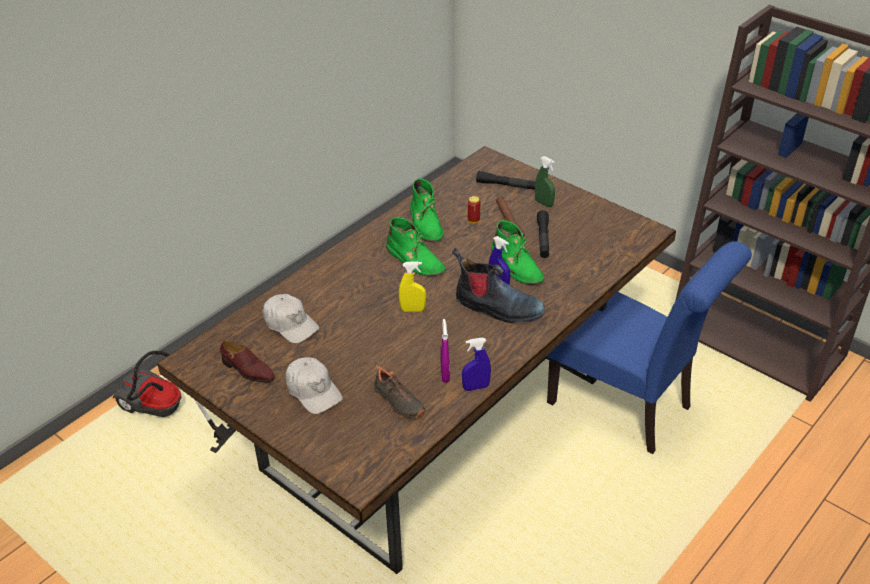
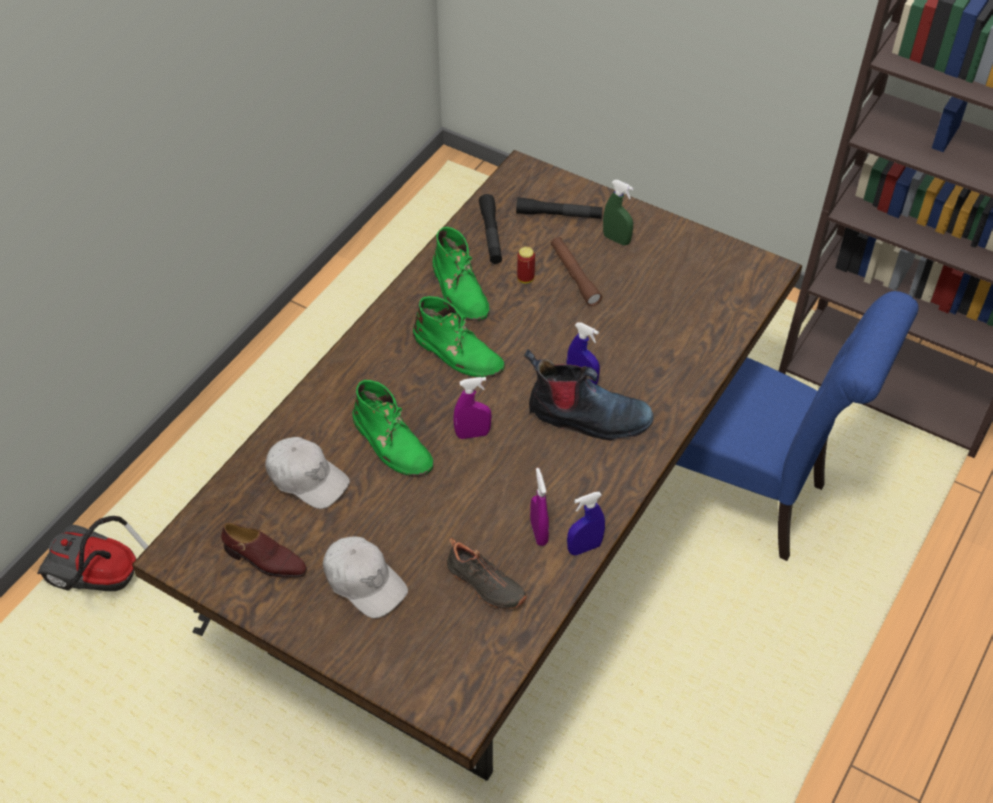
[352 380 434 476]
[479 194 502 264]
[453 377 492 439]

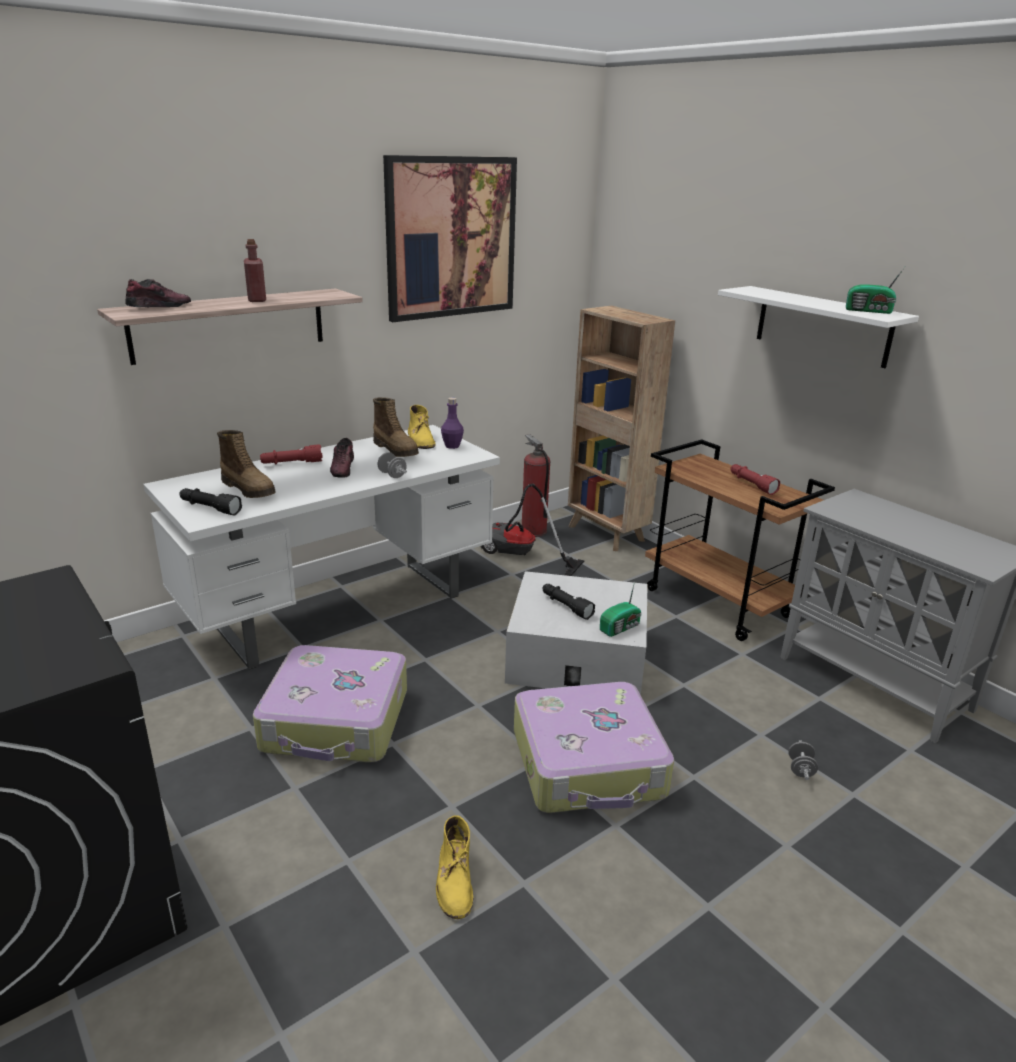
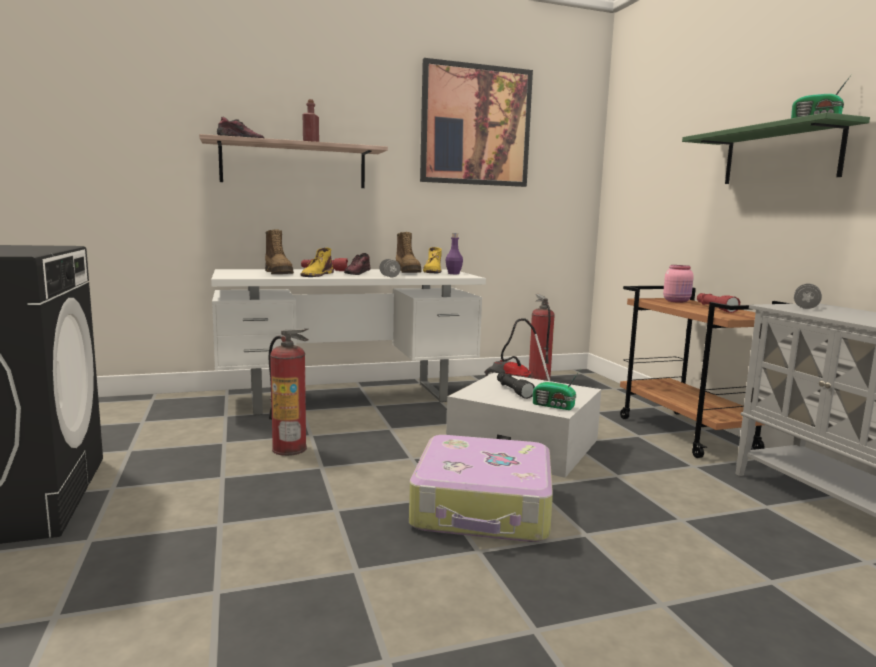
[179 488 242 515] (first image)
[568 306 675 551] (first image)
[663 265 694 303]
[300 248 334 277]
[794 284 822 309]
[269 329 308 456]
[682 112 870 184]
[533 369 581 410]

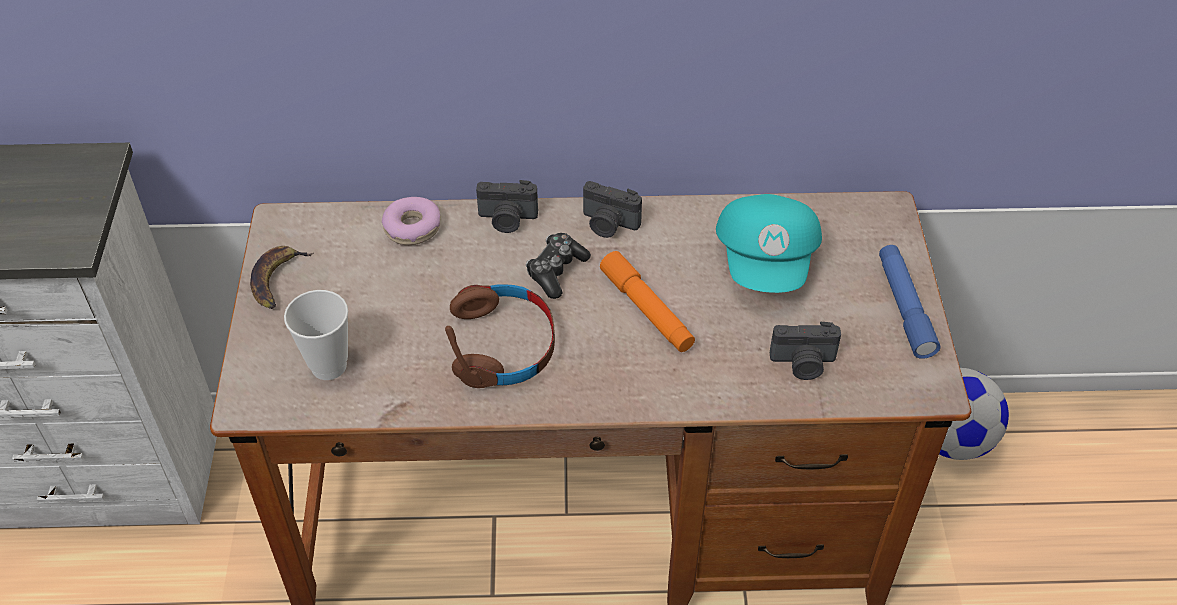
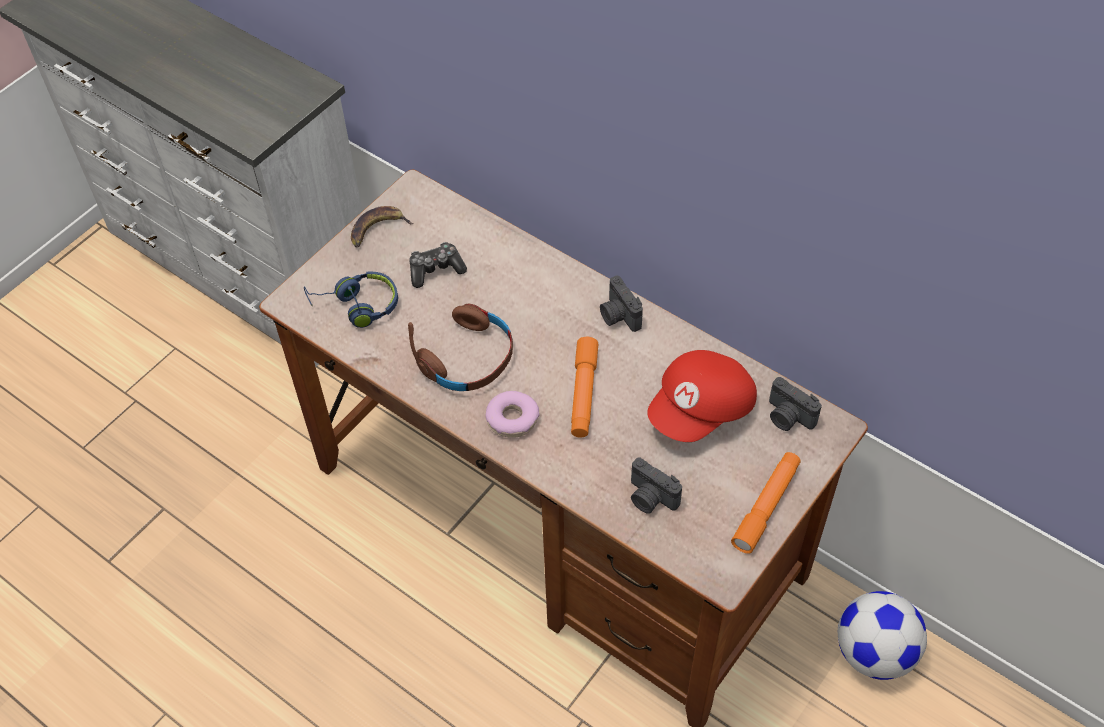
[485 391 539 438]
[769 377 822 431]
[409 242 467 288]
[304 272 398 328]
[647 350 757 442]
[731 452 801 554]

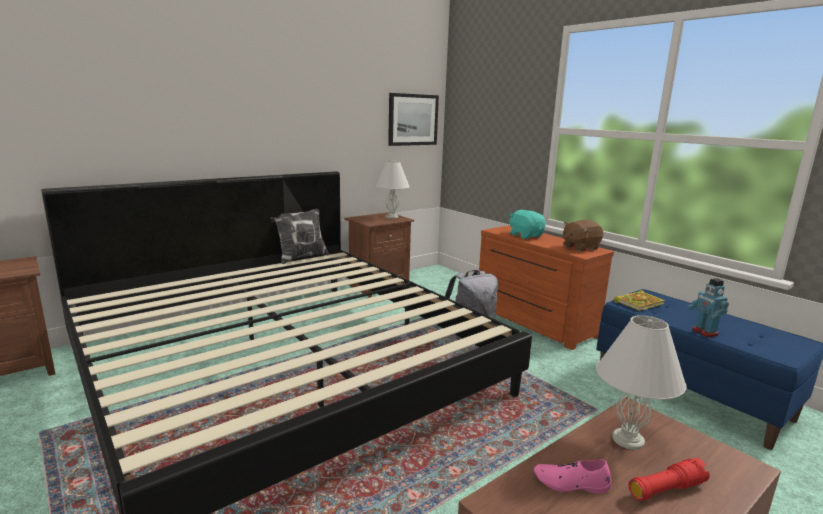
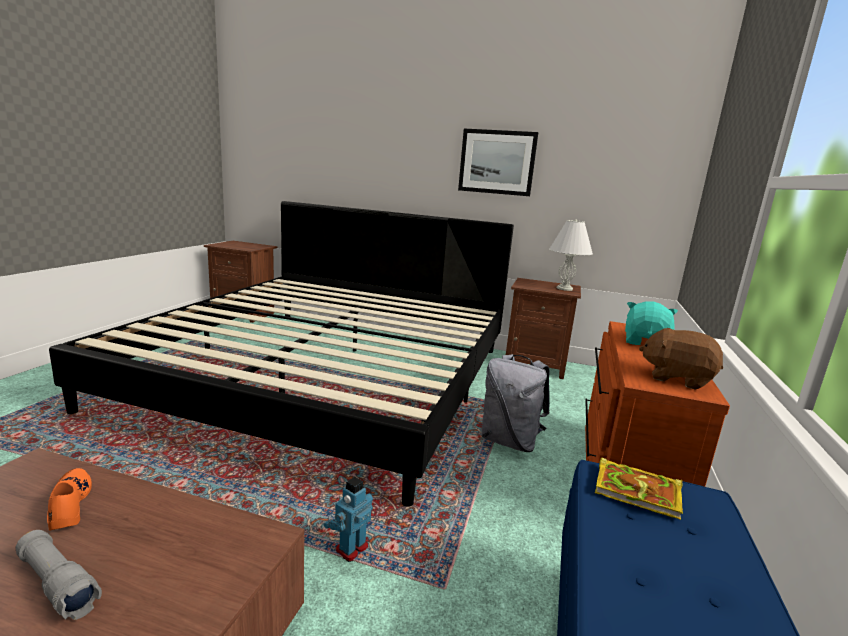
[270 209 329 264] (first image)
[596 315 687 450] (first image)
[458 129 538 196]
[324 477 373 562]
[47 468 92 531]
[15 530 102 620]

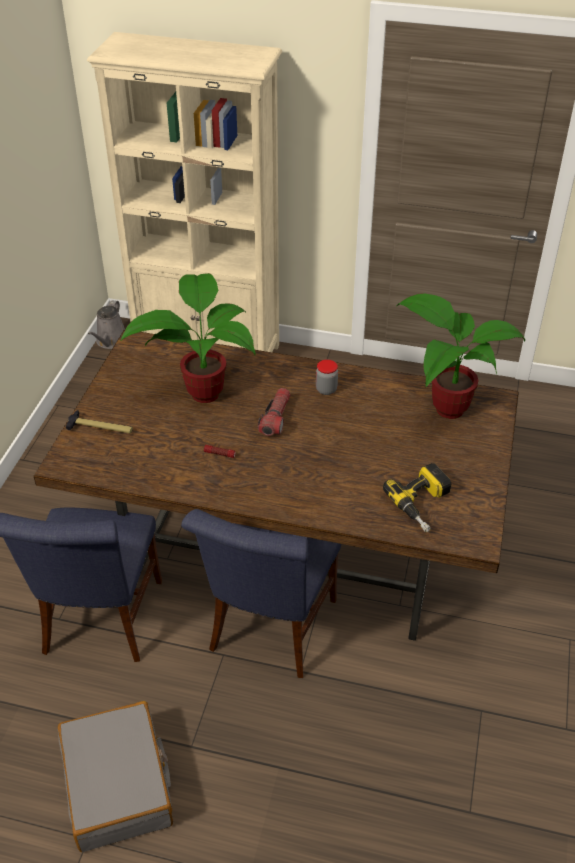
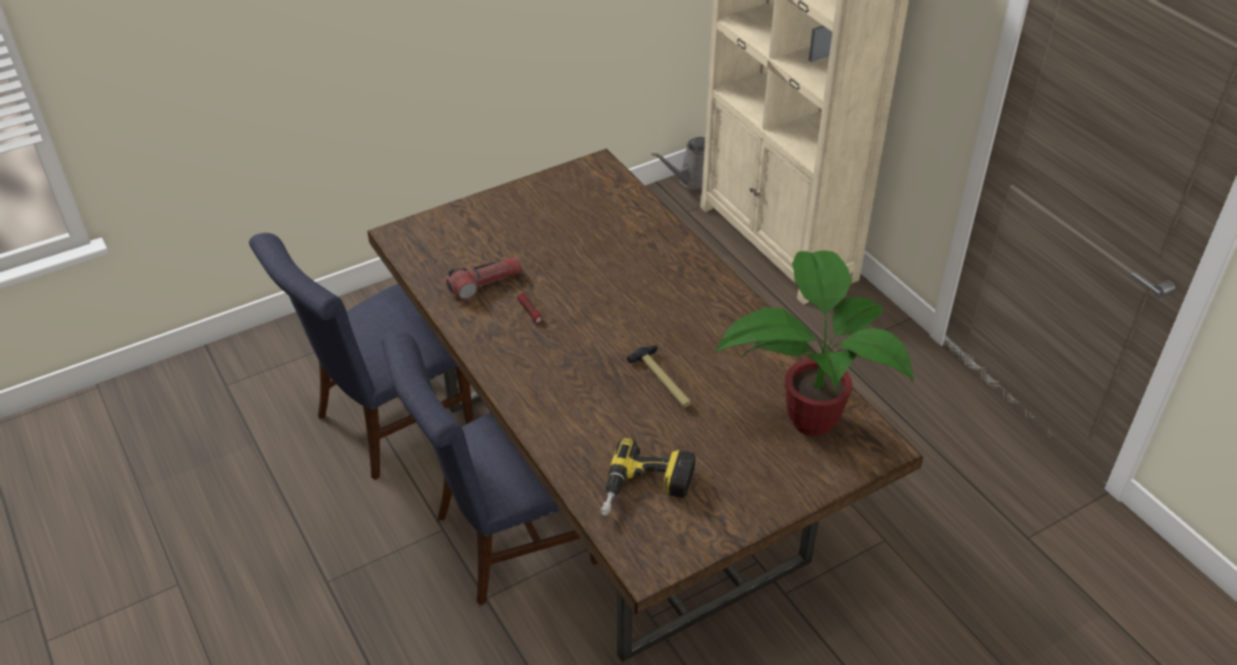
[58 701 173 852] (first image)
[121 273 256 403] (first image)
[316 360 338 395] (first image)
[627 346 692 408]
[446 257 522 300]

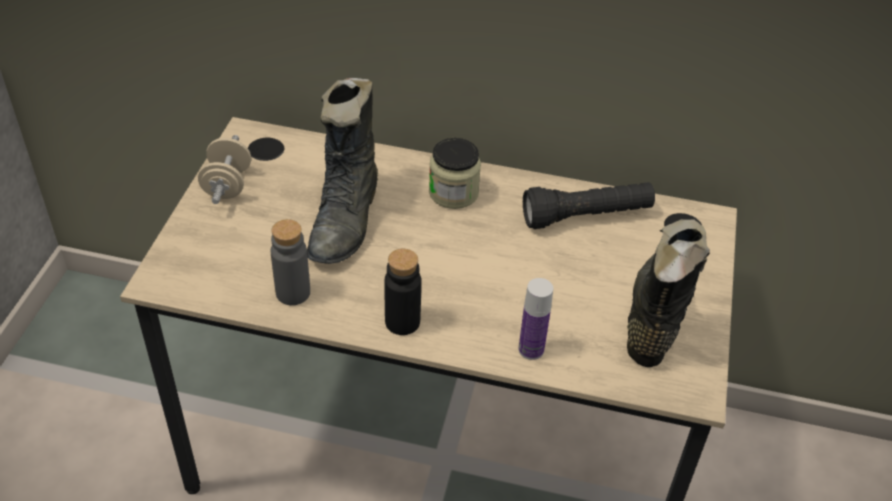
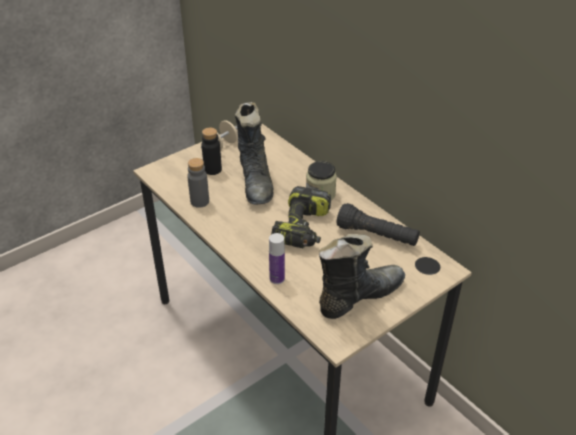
[271 186 331 248]
[201 127 222 175]
[235 102 273 204]

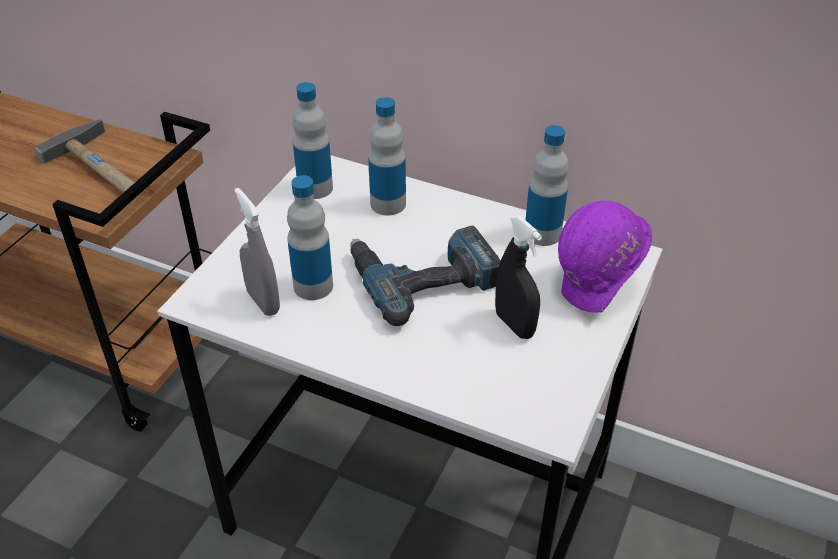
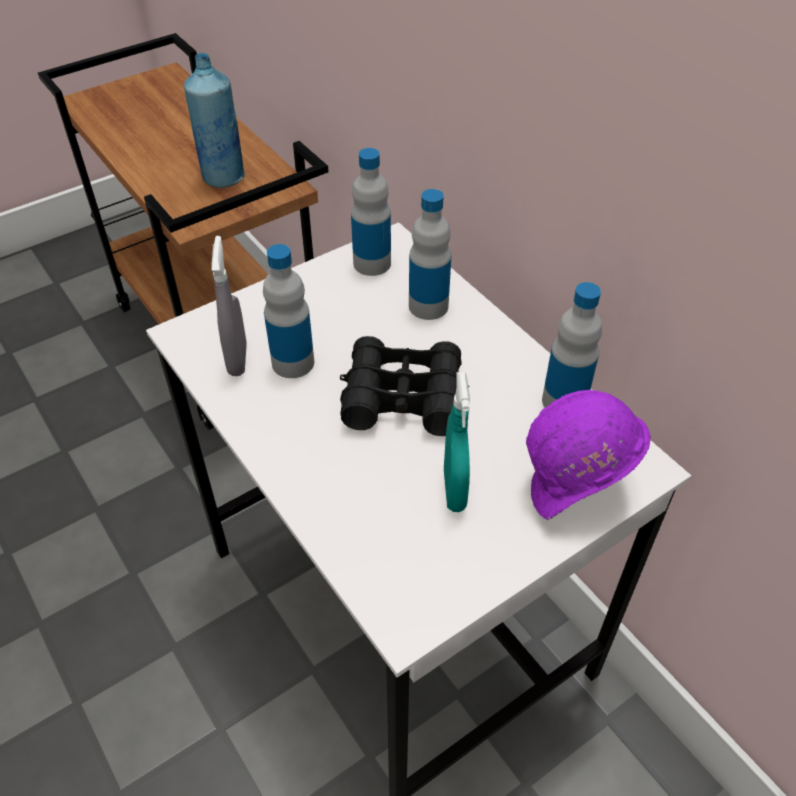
[184 53 245 188]
[340 336 469 436]
[444 372 470 512]

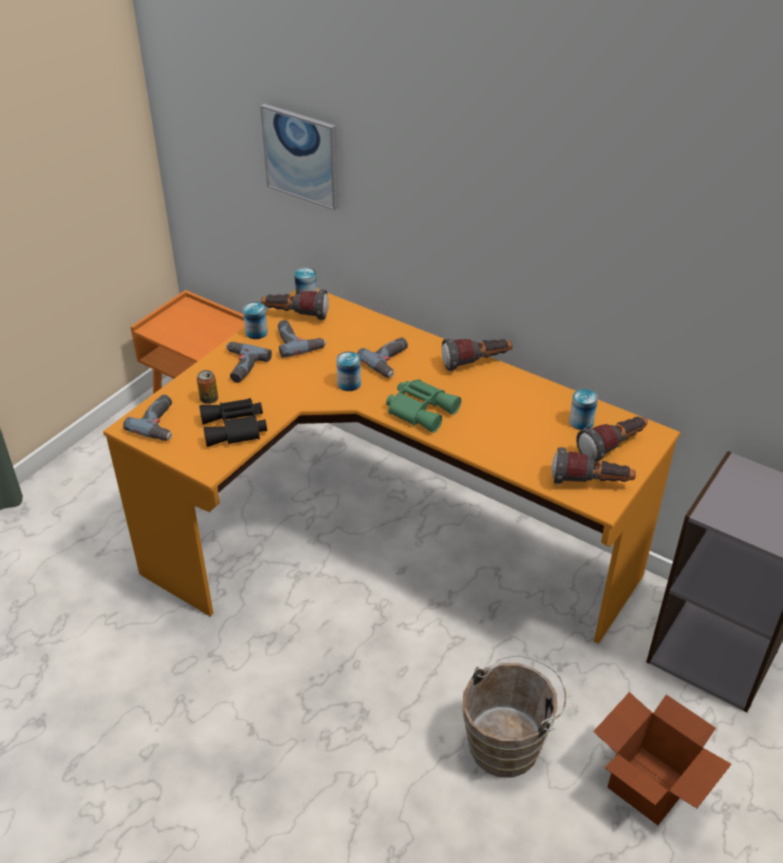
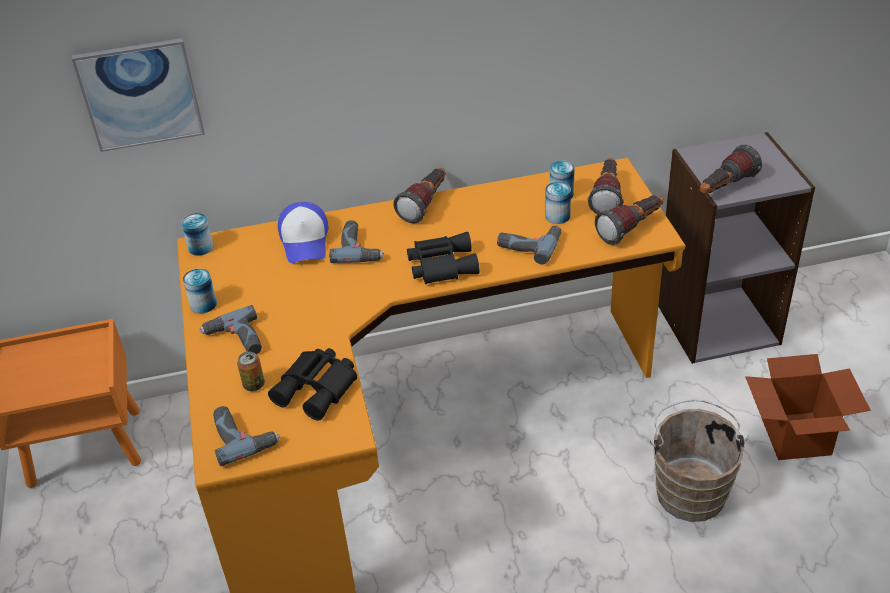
[278 202 328 263]
[700 145 762 194]
[497 226 562 265]
[545 182 571 224]
[407 232 479 284]

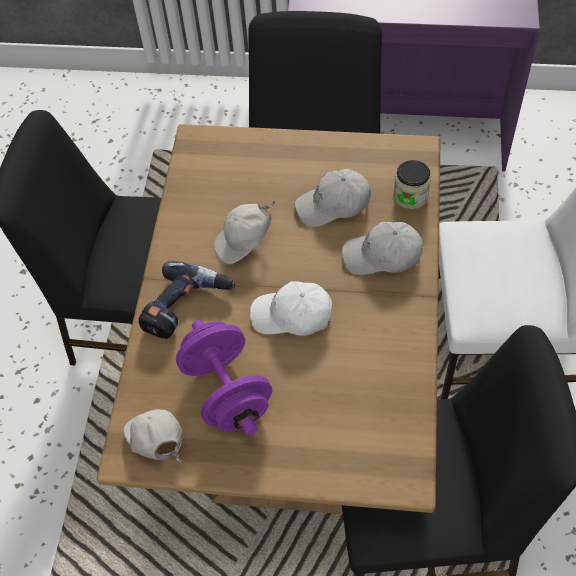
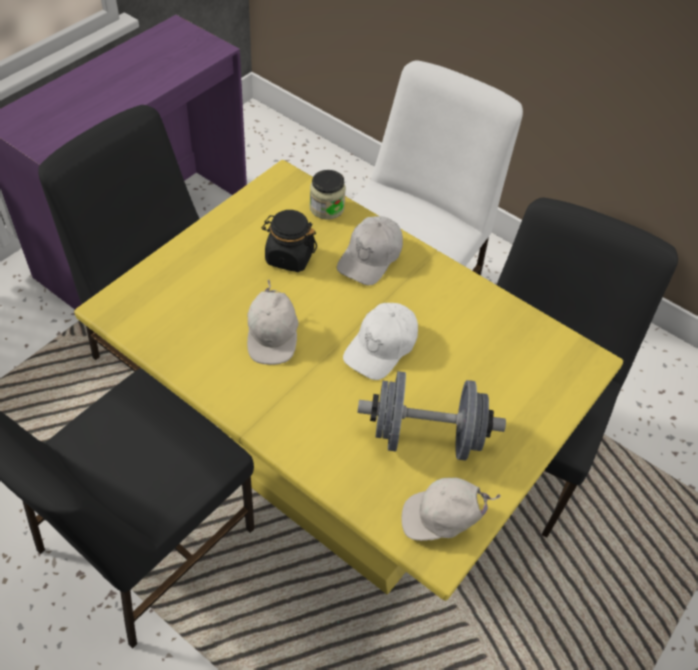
[138 261 235 339] (first image)
[261 210 317 272]
[74 160 623 601]
[357 371 506 461]

